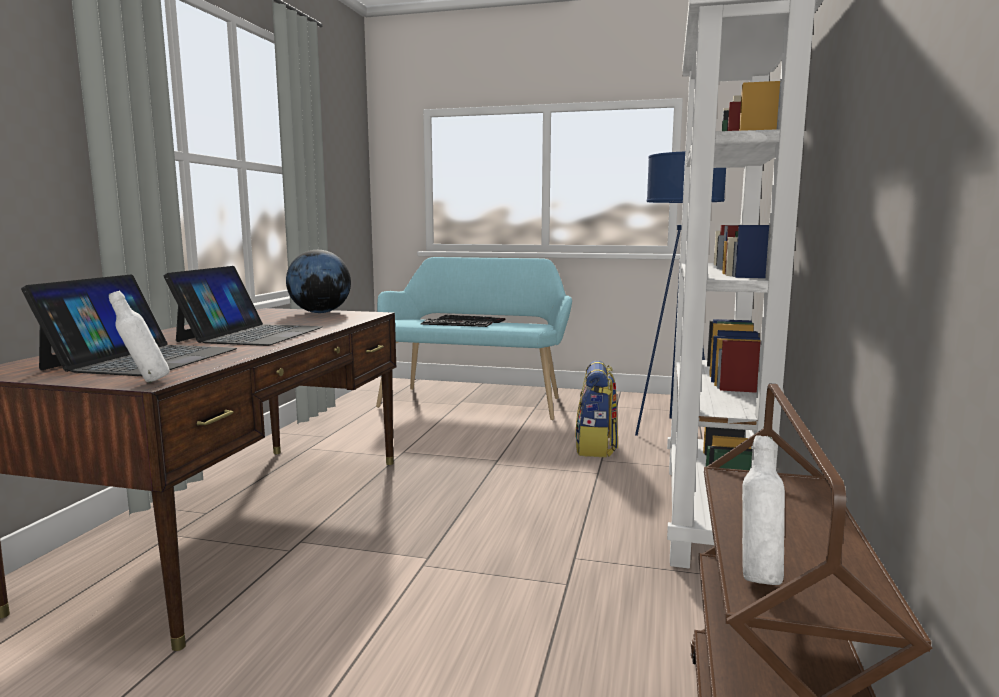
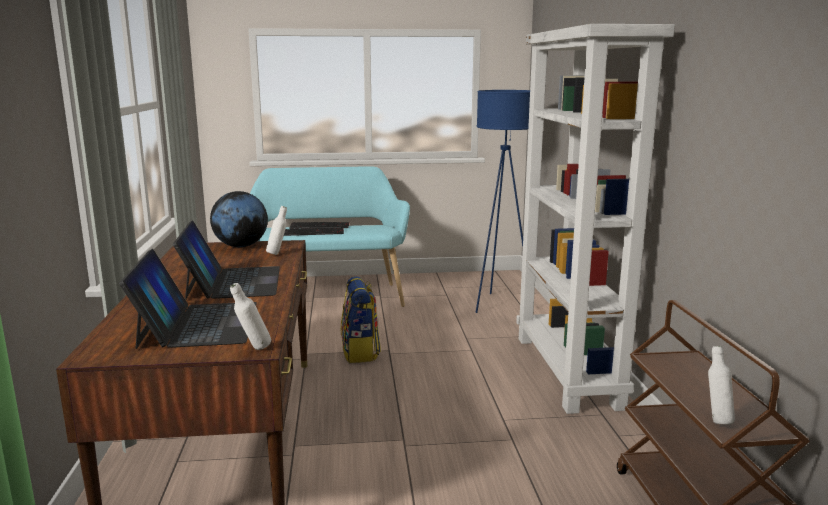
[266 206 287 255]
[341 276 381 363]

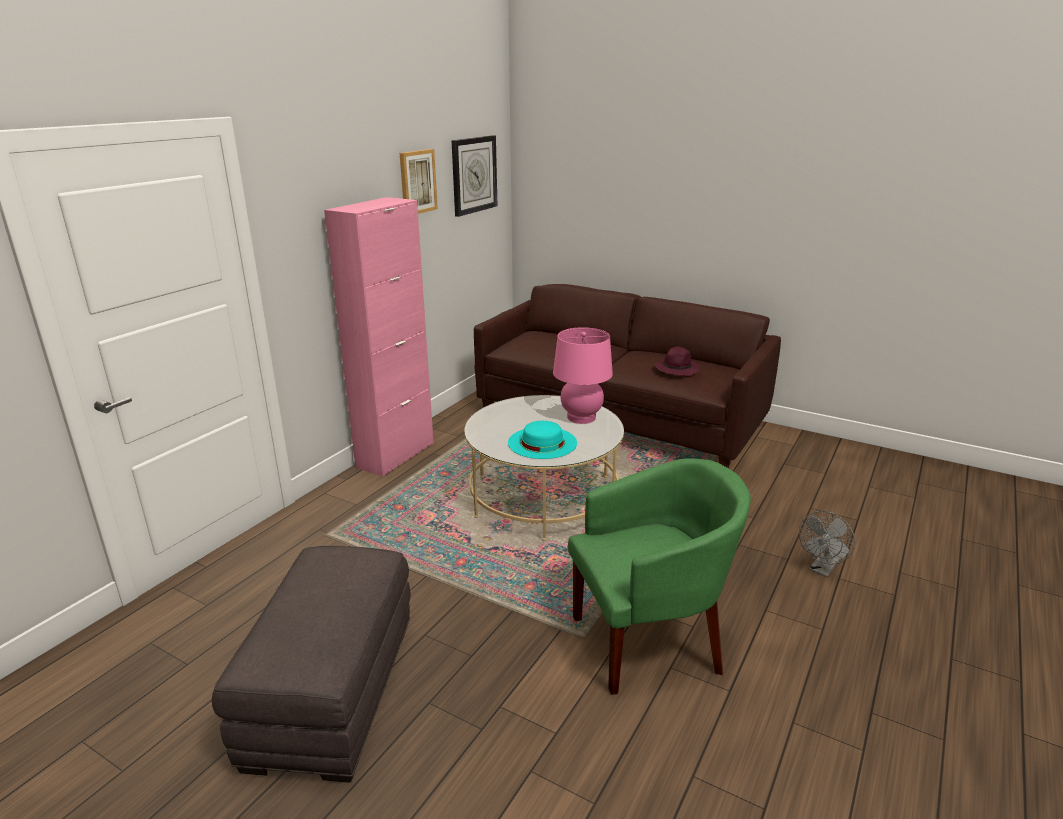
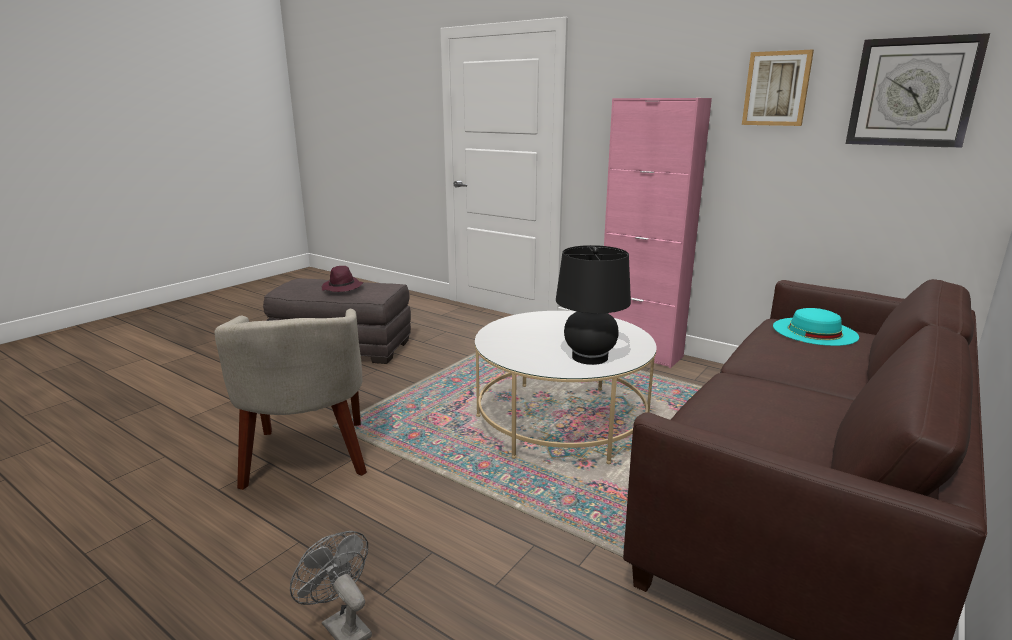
[773 308 859 346]
[322 266 363 292]
[556 245 631 365]
[215 309 367 490]

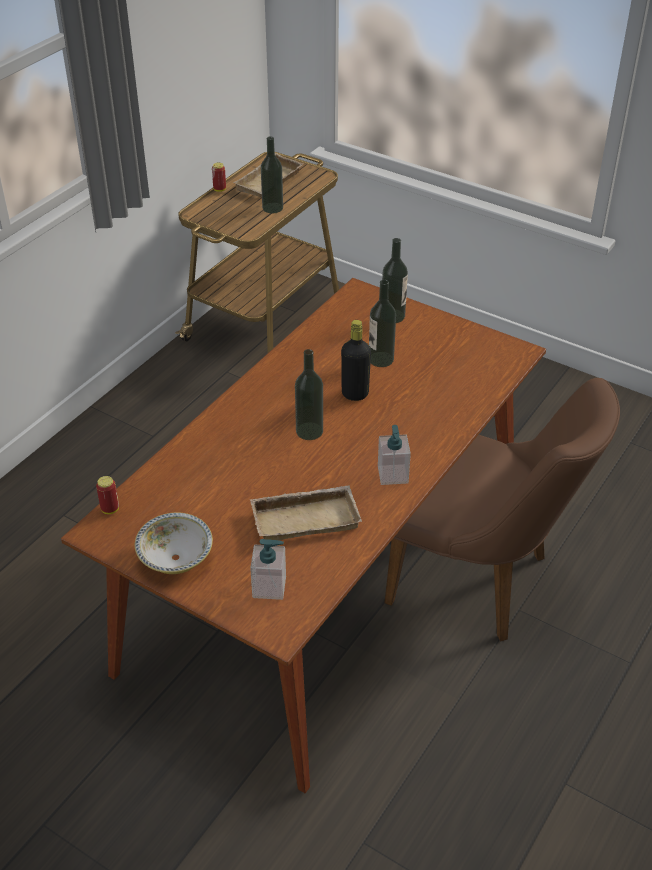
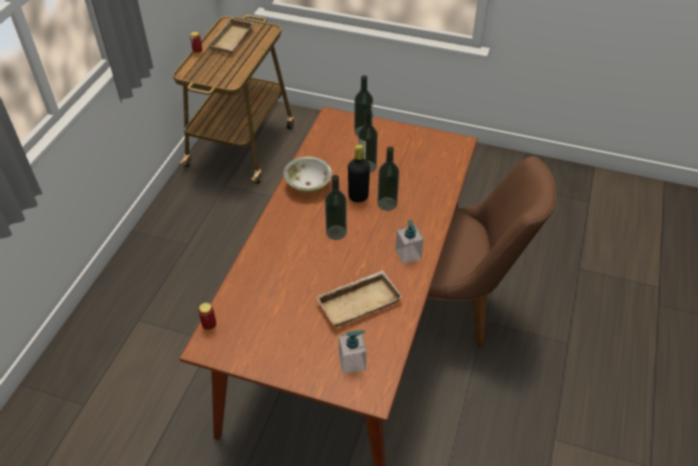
[284 156 332 193]
[377 146 399 211]

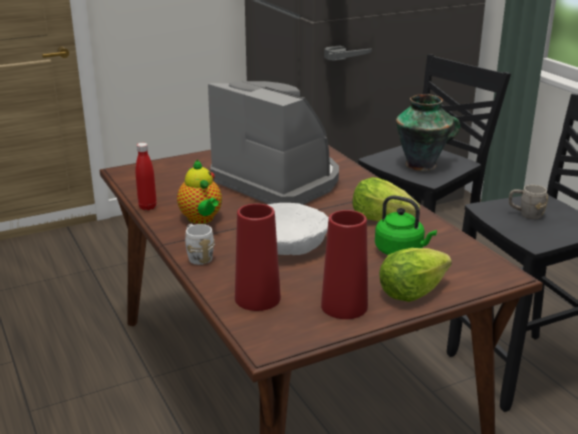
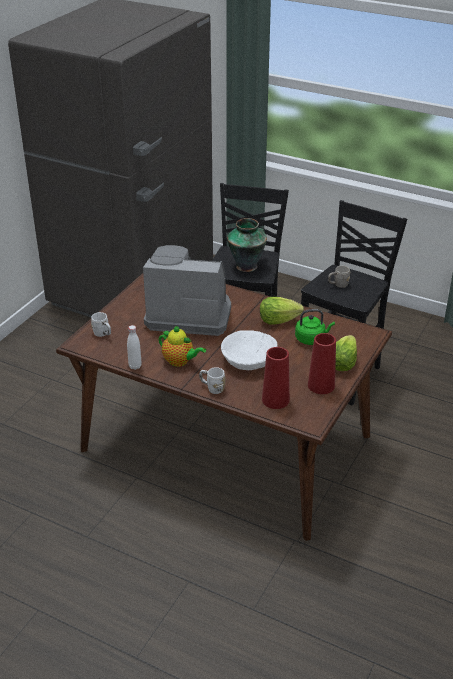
[91 312 111 337]
[127 325 142 370]

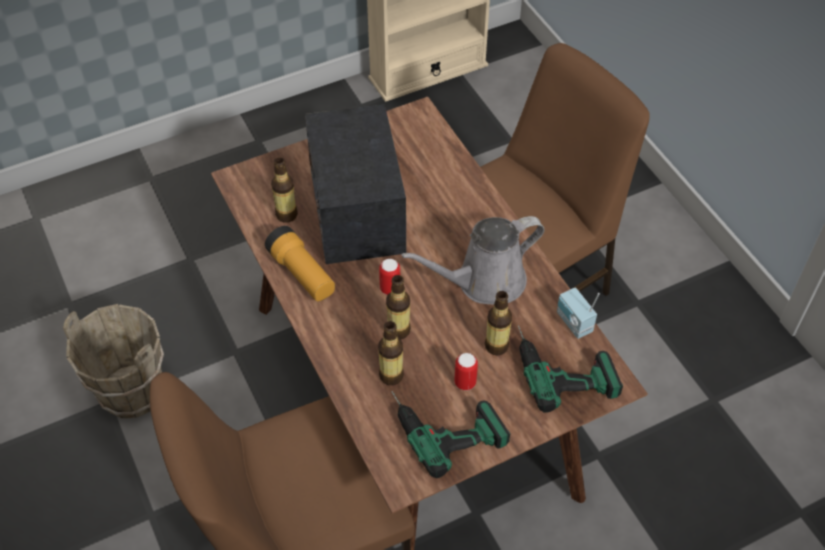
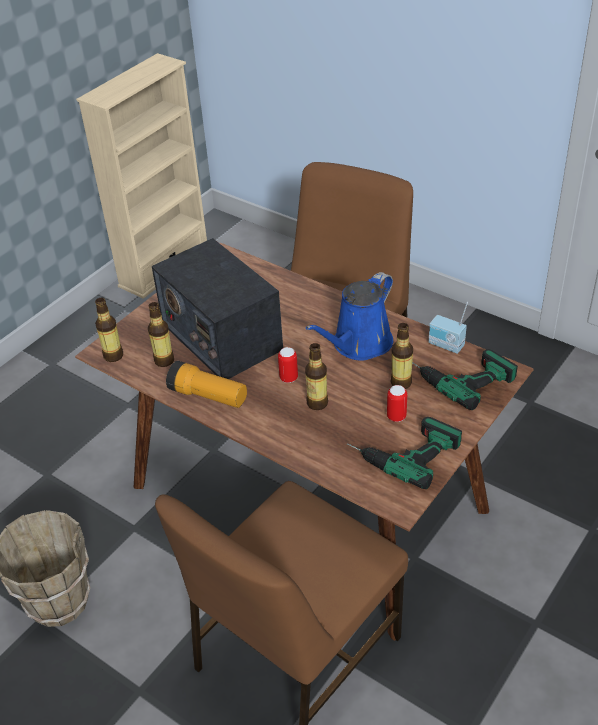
[95 298 123 362]
[306 272 393 361]

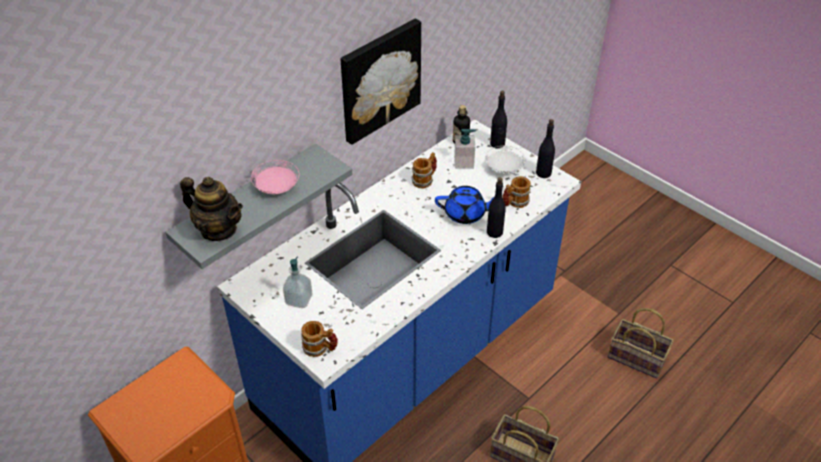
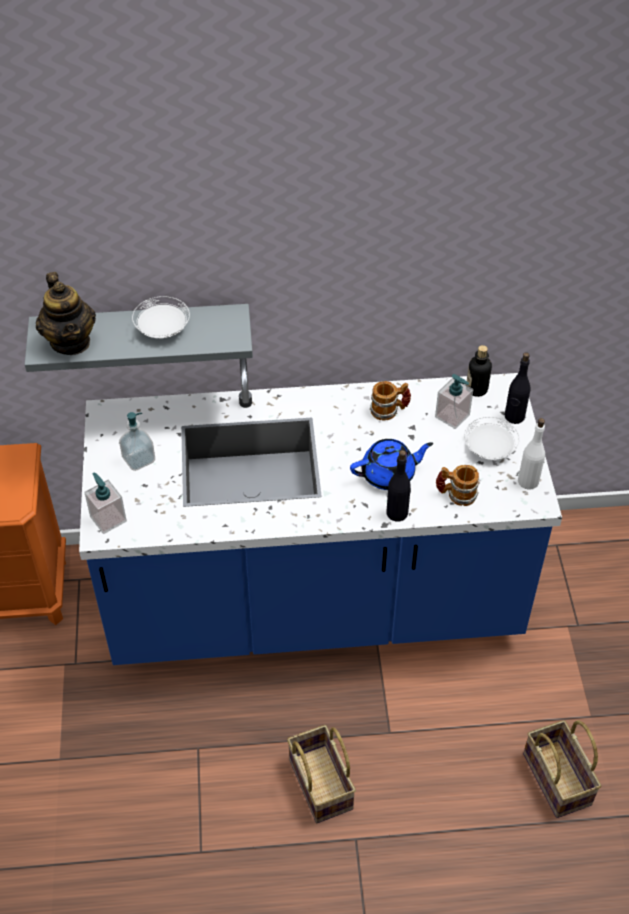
[340 19 421 145] (first image)
[84 472 127 534]
[132 296 190 338]
[518 418 545 490]
[350 439 433 490]

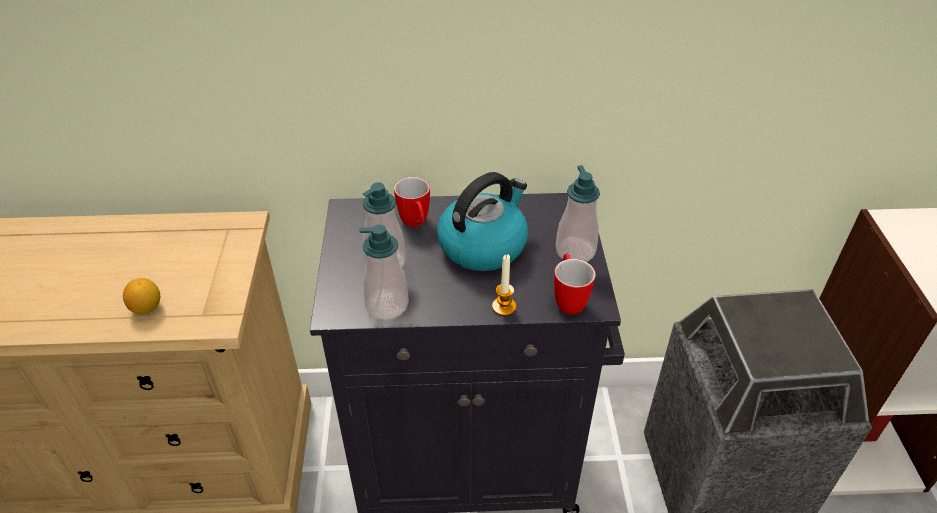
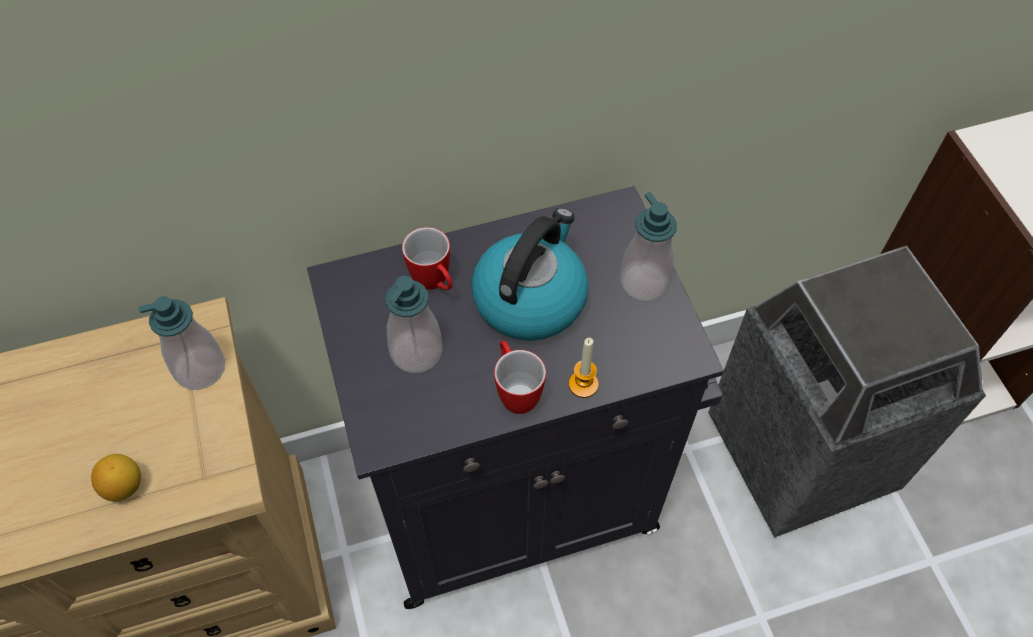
[138 296 225 390]
[494 341 546 414]

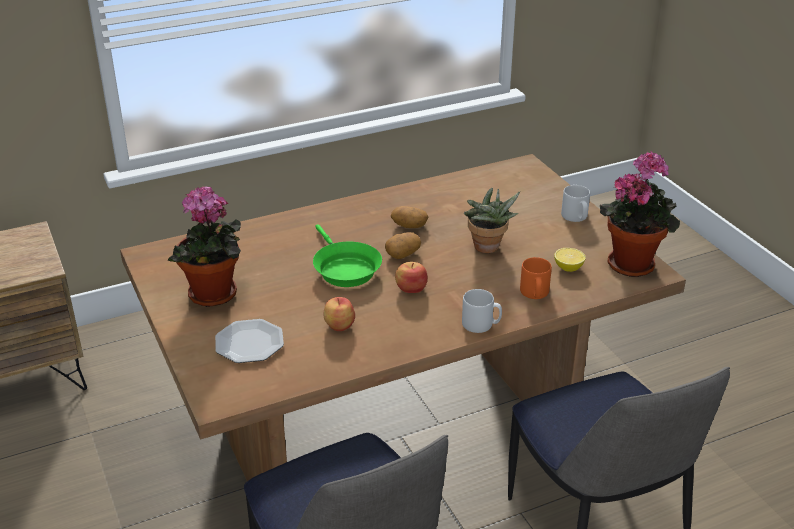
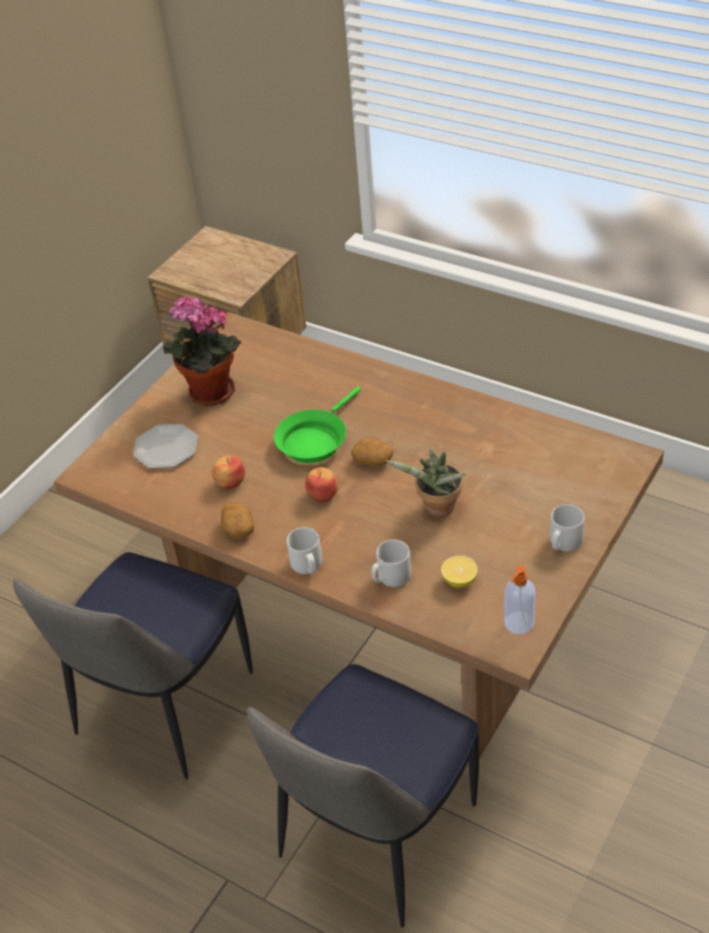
[221 502 254 538]
[504 566 536 634]
[371 539 411 587]

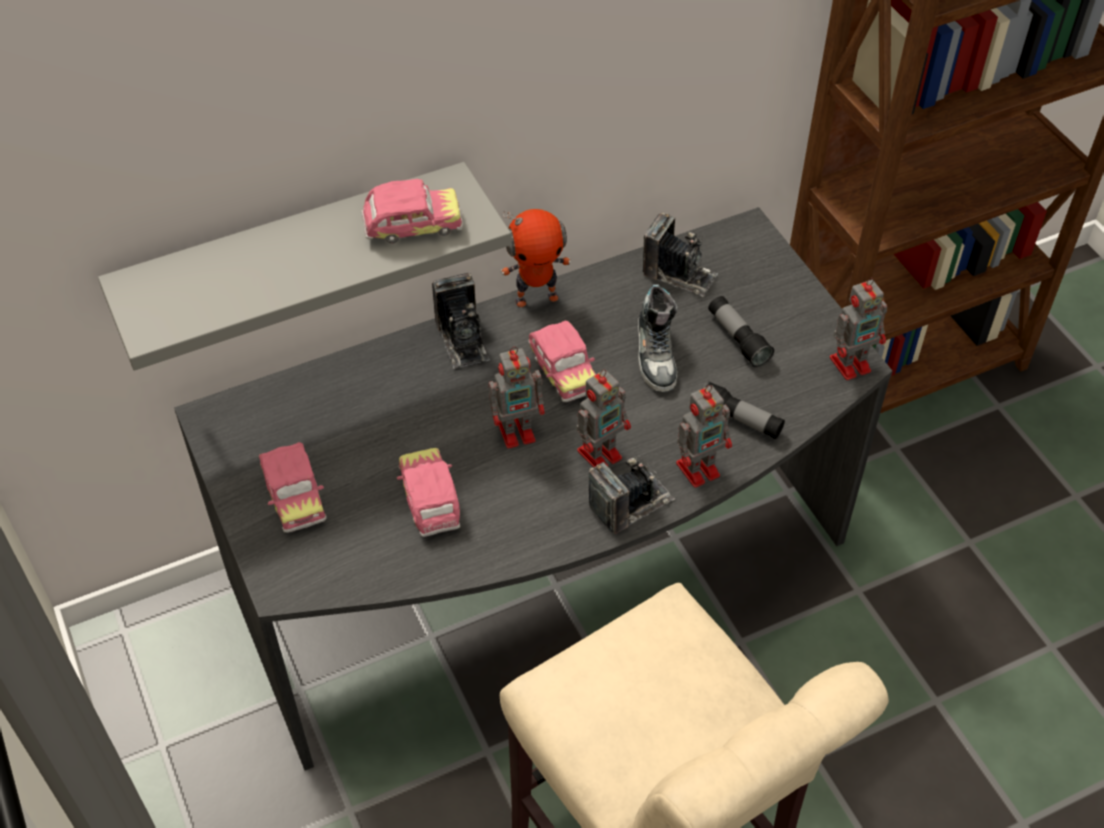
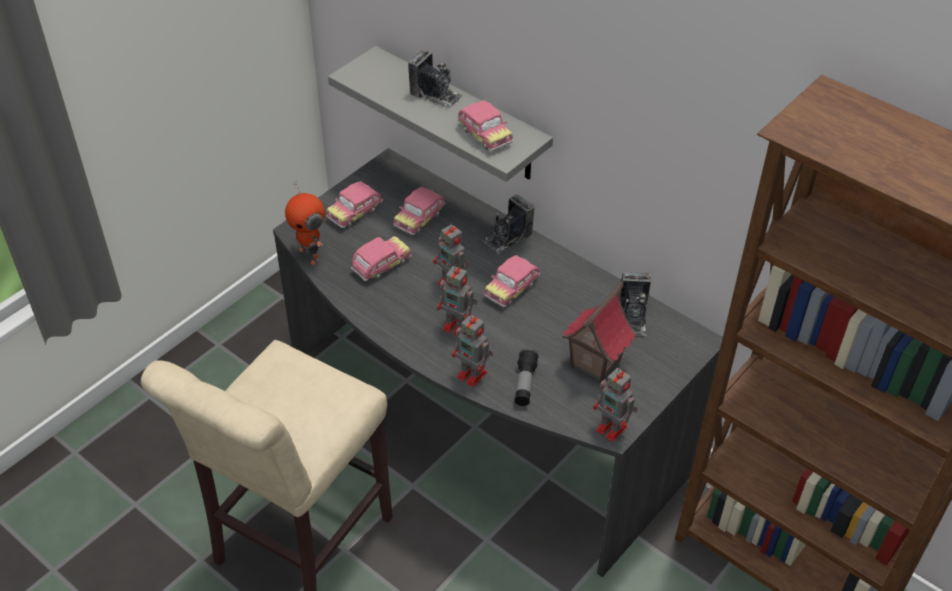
[638 284 678 392] (first image)
[393 187 445 235]
[285 182 325 265]
[408 50 463 109]
[562 281 637 383]

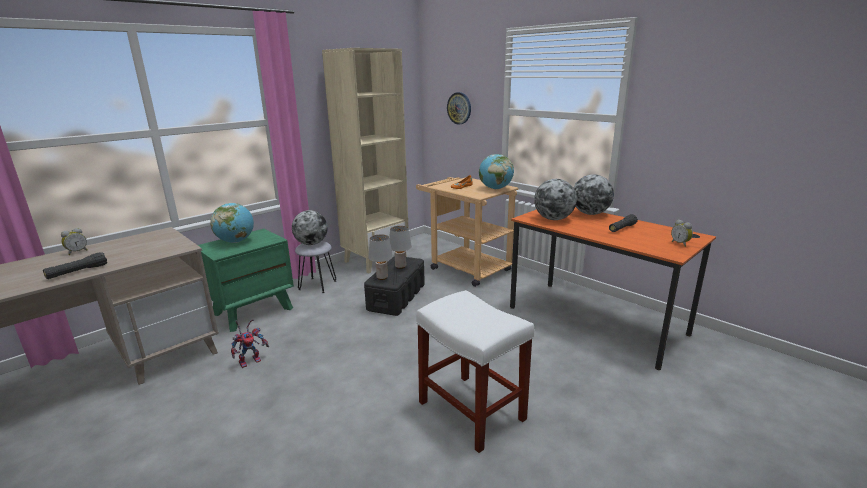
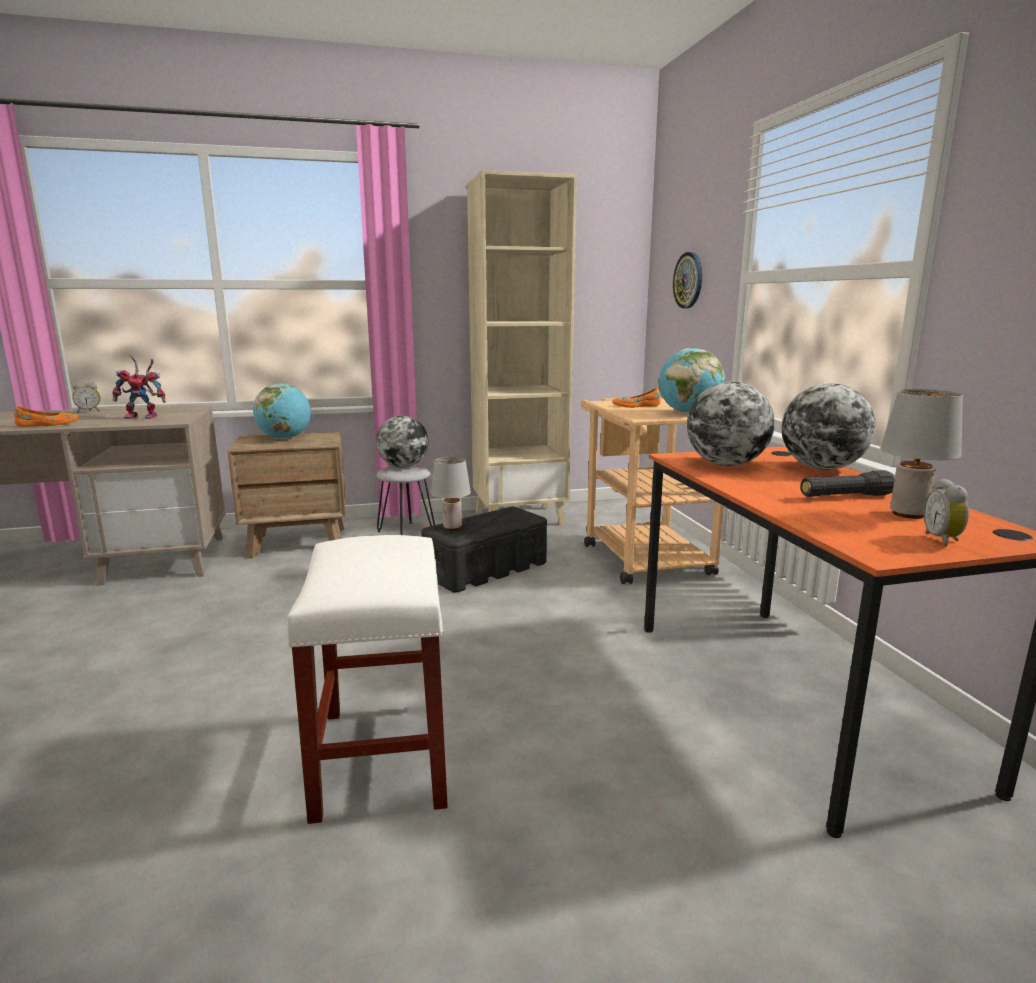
[112 354 166 419]
[880 389 963 519]
[14 406 79 426]
[227 432 345 559]

